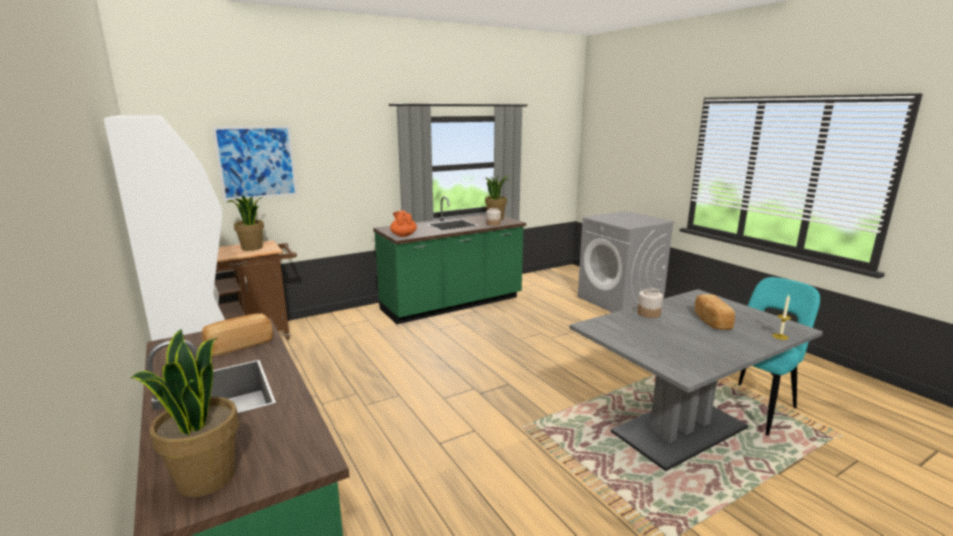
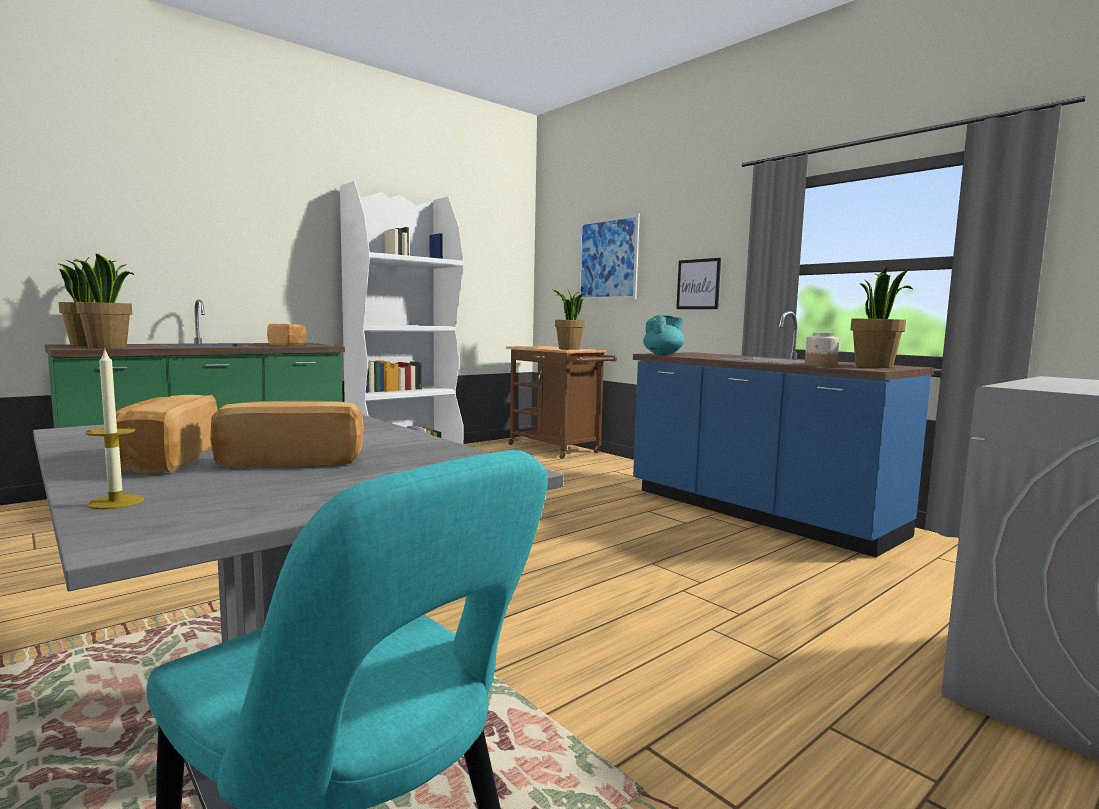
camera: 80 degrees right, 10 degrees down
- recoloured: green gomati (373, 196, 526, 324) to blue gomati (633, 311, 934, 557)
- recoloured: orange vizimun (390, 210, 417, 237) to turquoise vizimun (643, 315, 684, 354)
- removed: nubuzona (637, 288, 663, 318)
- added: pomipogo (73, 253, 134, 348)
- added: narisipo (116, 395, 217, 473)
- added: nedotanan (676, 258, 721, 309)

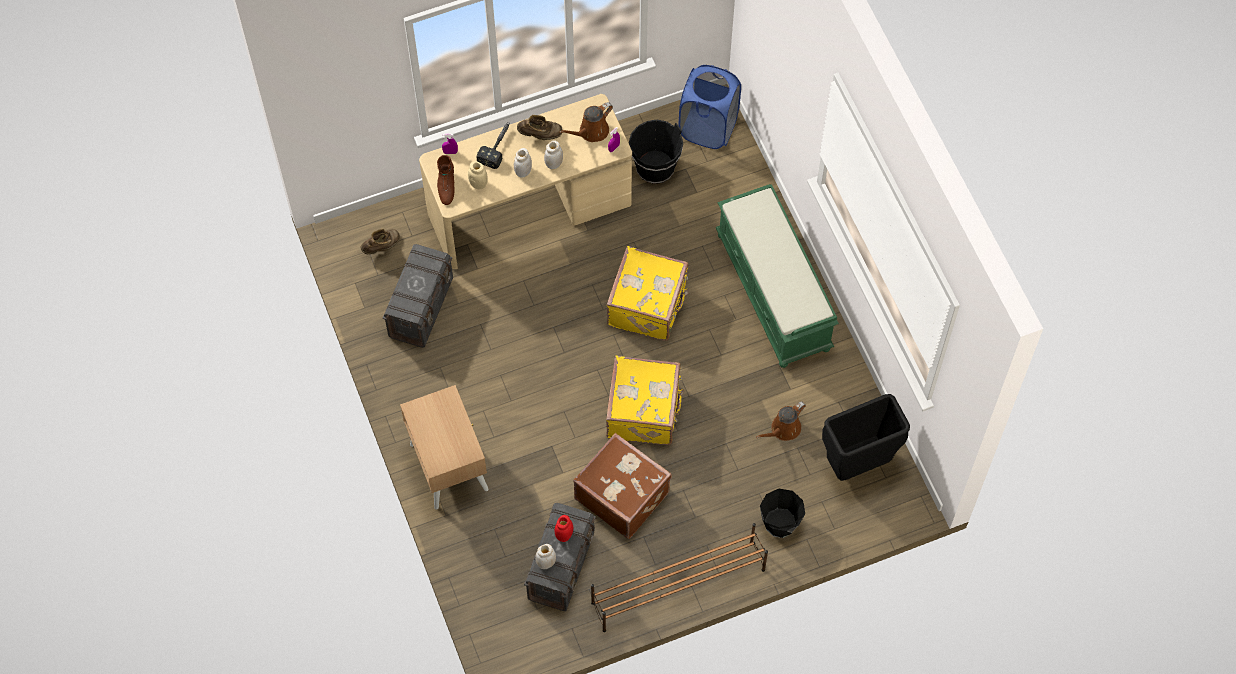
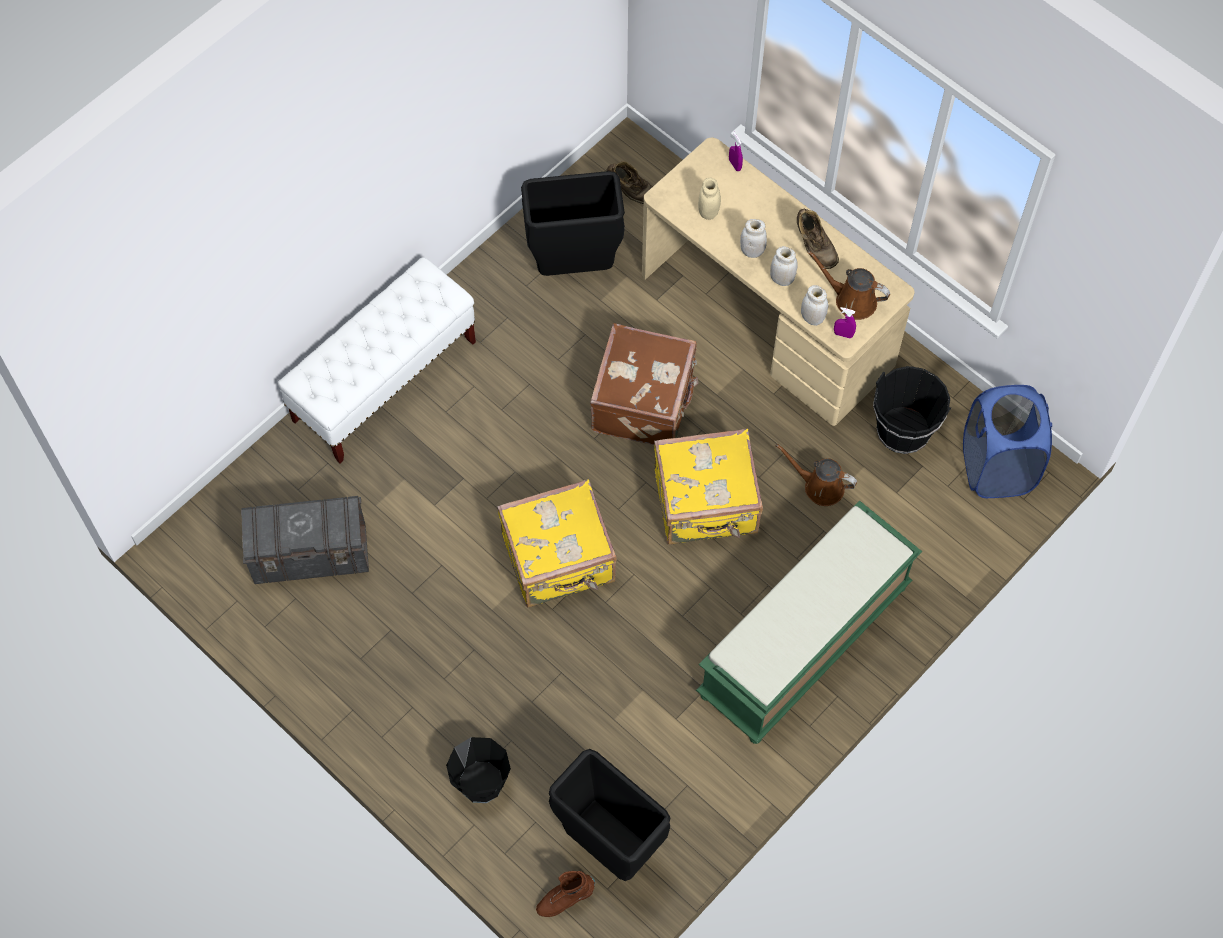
camera: 65 degrees right, 0 degrees up
- replaced: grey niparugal (383, 244, 453, 348) to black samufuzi (521, 171, 625, 276)
- replaced: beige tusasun (400, 385, 489, 510) to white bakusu (278, 257, 476, 463)
- moved: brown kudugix (437, 155, 455, 205) to (536, 871, 595, 917)
- removed: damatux (476, 122, 510, 169)
- moved: white nubuzona (535, 544, 556, 569) to (801, 285, 828, 326)
- removed: red nubuzona (555, 515, 573, 542)
- moved: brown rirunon (573, 433, 672, 539) to (590, 323, 699, 445)
- removed: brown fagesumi (591, 523, 768, 632)
- moved: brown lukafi (756, 401, 806, 441) to (776, 444, 857, 506)

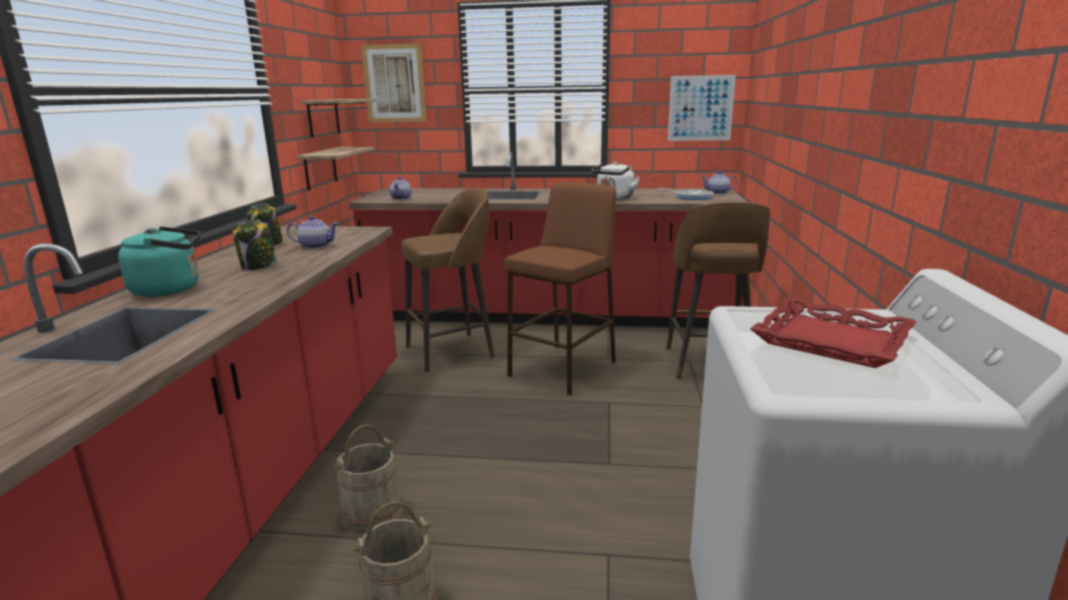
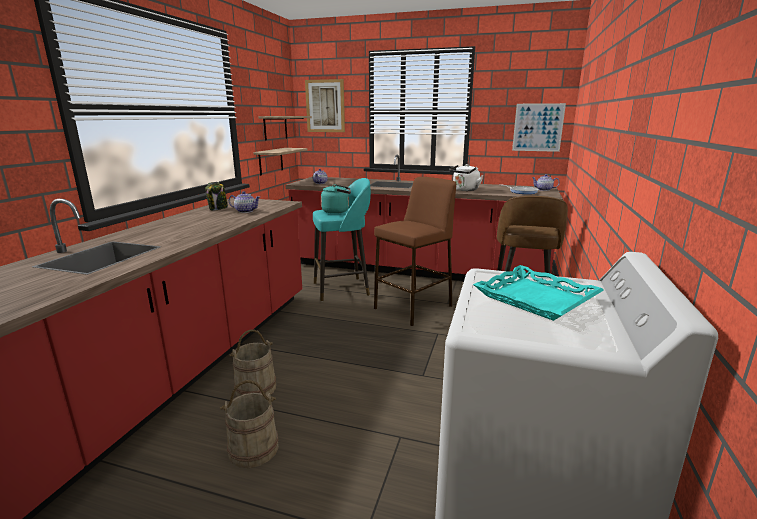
camera: 10 degrees right, 0 degrees up
- moved: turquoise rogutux (118, 227, 201, 297) to (321, 184, 351, 213)
- removed: nubuzona (232, 219, 277, 271)
- recoloured: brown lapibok (402, 187, 495, 372) to turquoise lapibok (313, 178, 371, 301)
- recoloured: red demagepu (750, 297, 917, 368) to turquoise demagepu (473, 265, 604, 321)

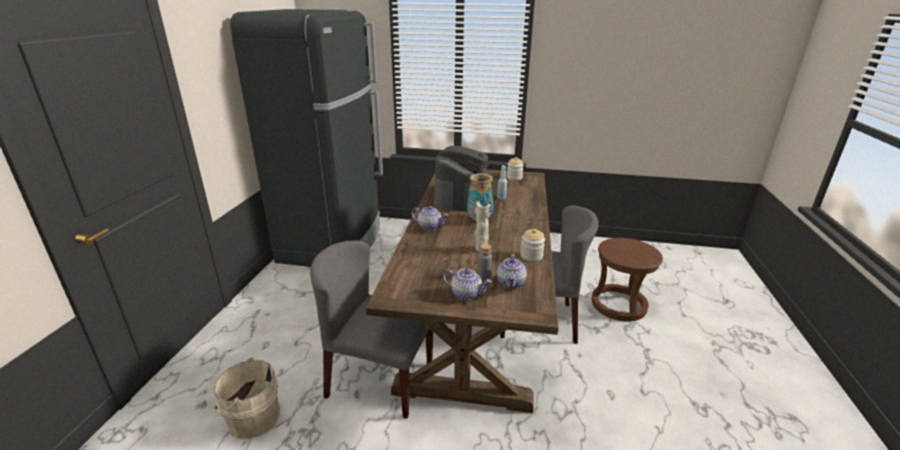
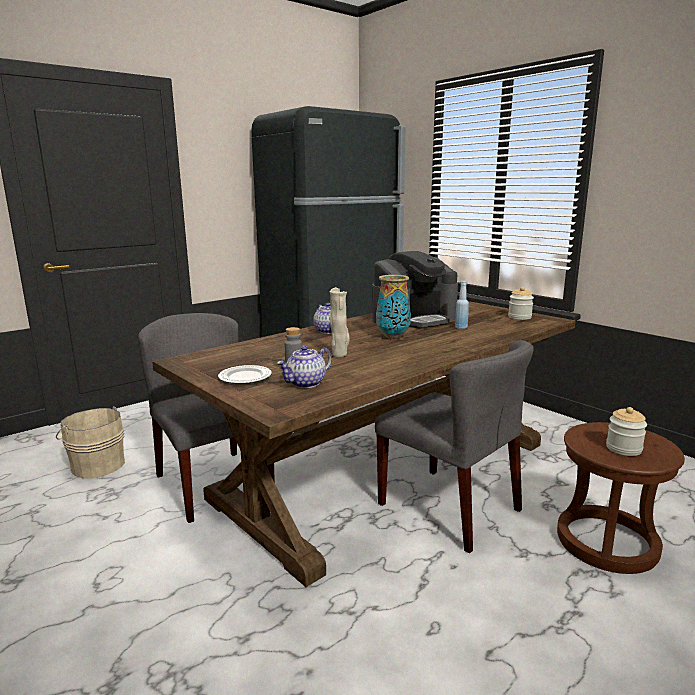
camera: 40 degrees right, 10 degrees down
- replaced: vizimun (443, 269, 492, 300) to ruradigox (218, 365, 272, 384)
- moved: nubuzona (521, 229, 545, 262) to (606, 407, 647, 456)

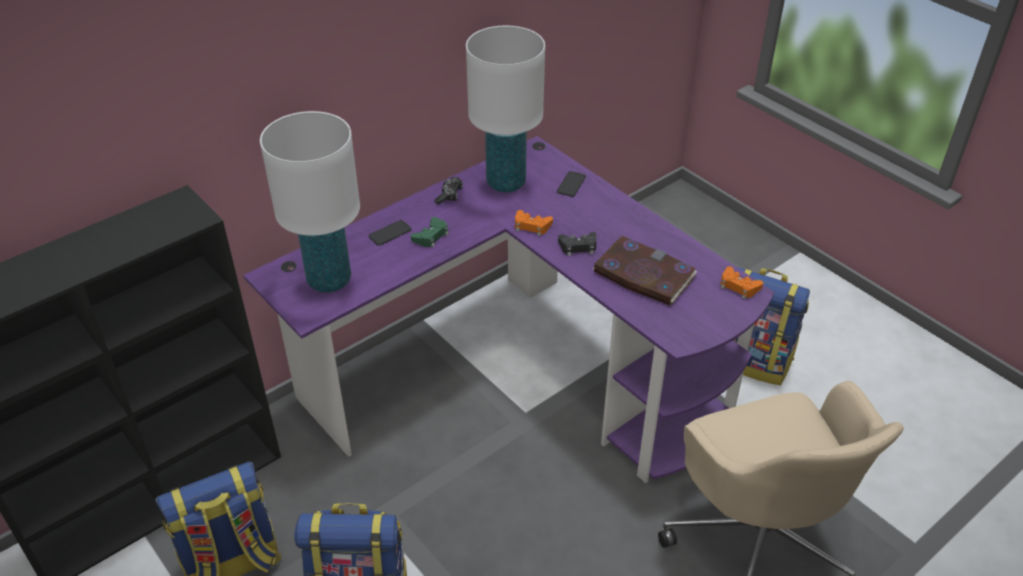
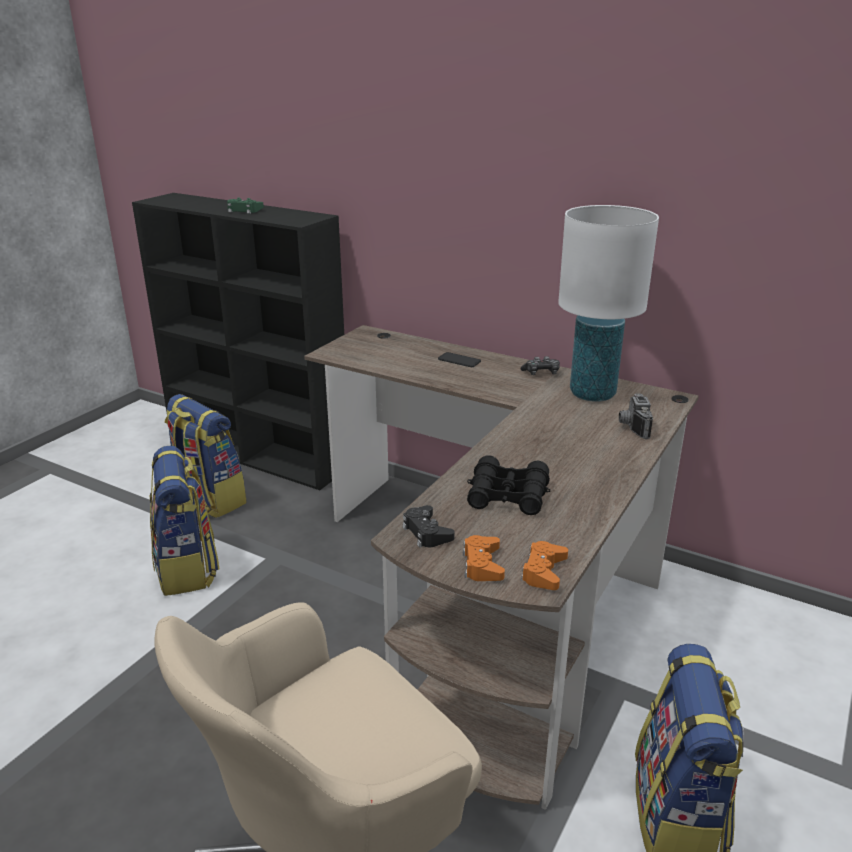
camera: 70 degrees right, 15 degrees down
- recoloured: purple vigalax (243, 136, 774, 483) to brown vigalax (304, 325, 699, 810)
- removed: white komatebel (260, 111, 360, 293)
- moved: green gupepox (411, 217, 449, 248) to (227, 198, 264, 214)
- moved: orange gupepox (515, 210, 553, 236) to (463, 535, 505, 581)
- replaced: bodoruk (557, 171, 586, 197) to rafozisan (619, 393, 653, 439)
- moved: black gupepox (558, 232, 597, 256) to (402, 505, 455, 548)
- replaced: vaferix (593, 236, 698, 306) to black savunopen (467, 455, 550, 515)

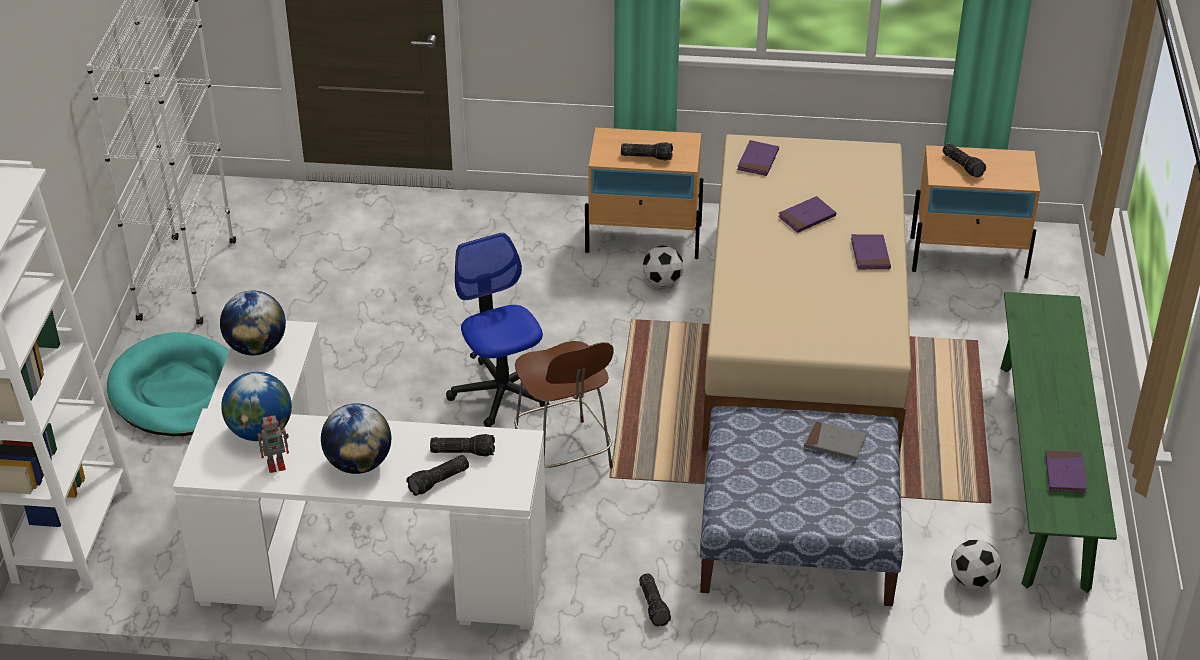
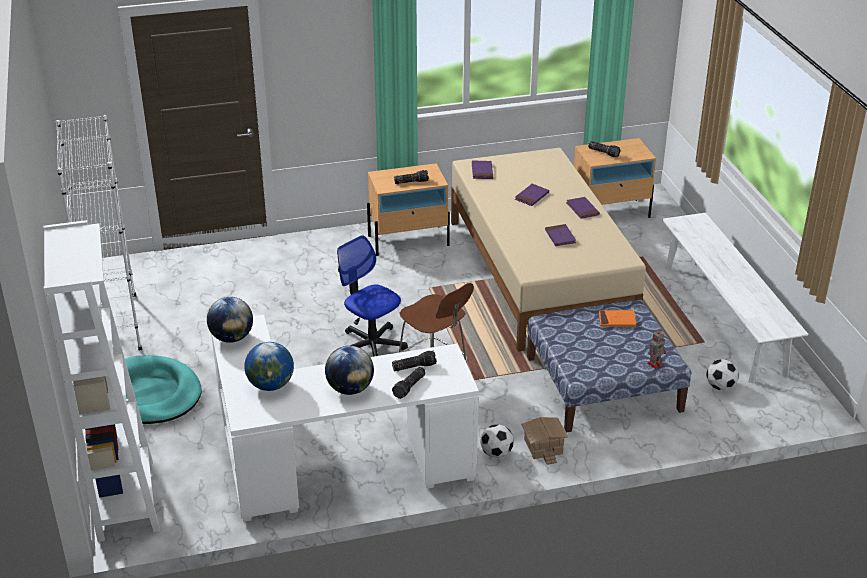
camera: 20 degrees left, 5 degrees down
- moved: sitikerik (257, 413, 289, 473) to (647, 329, 666, 369)
- replaced: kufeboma (639, 573, 671, 627) to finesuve (521, 417, 568, 465)
- moved: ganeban (643, 245, 683, 287) to (480, 424, 514, 458)
- recoloured: grey vaferix (804, 421, 866, 460) to orange vaferix (599, 310, 636, 327)
- recoloured: green bakusu (1000, 292, 1117, 593) to white bakusu (662, 213, 809, 384)
- moved: purple vaferix (1045, 450, 1087, 493) to (545, 224, 576, 246)

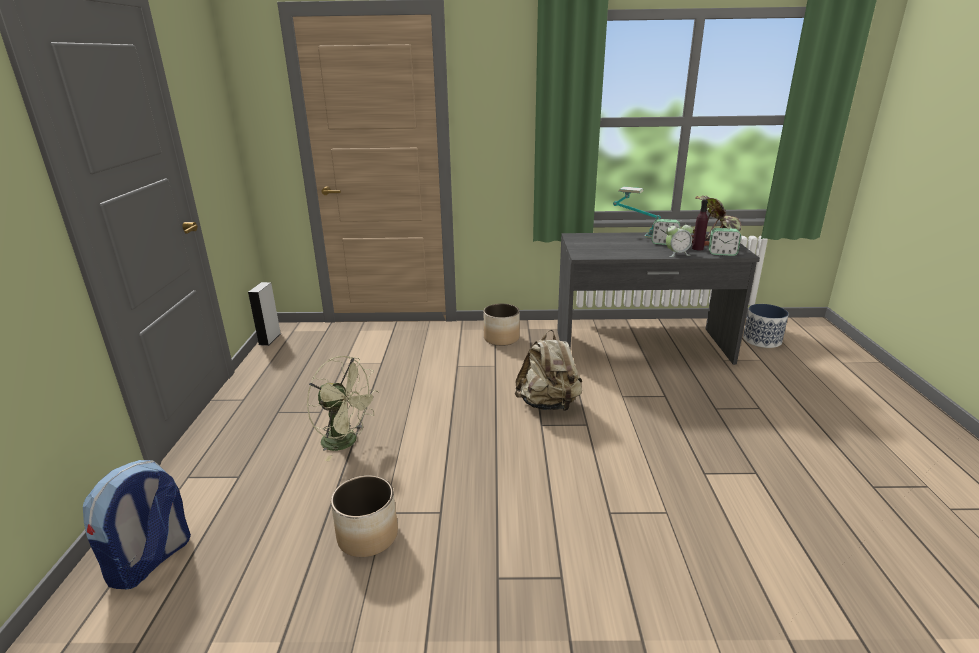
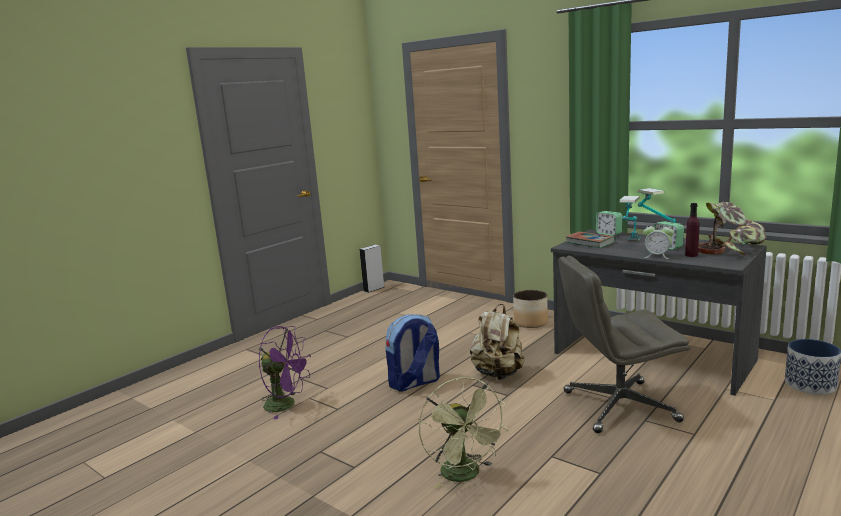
camera: 40 degrees right, 10 degrees down
- moved: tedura (83, 460, 191, 589) to (386, 314, 440, 391)
- moved: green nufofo (307, 356, 379, 461) to (419, 377, 508, 489)
- replaced: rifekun (331, 475, 398, 557) to purple nufofo (259, 326, 311, 420)
- moved: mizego (709, 228, 741, 256) to (596, 211, 623, 236)
- added: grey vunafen (559, 256, 690, 433)
- added: vaferix (566, 232, 615, 248)
- added: komatebel (619, 196, 641, 241)

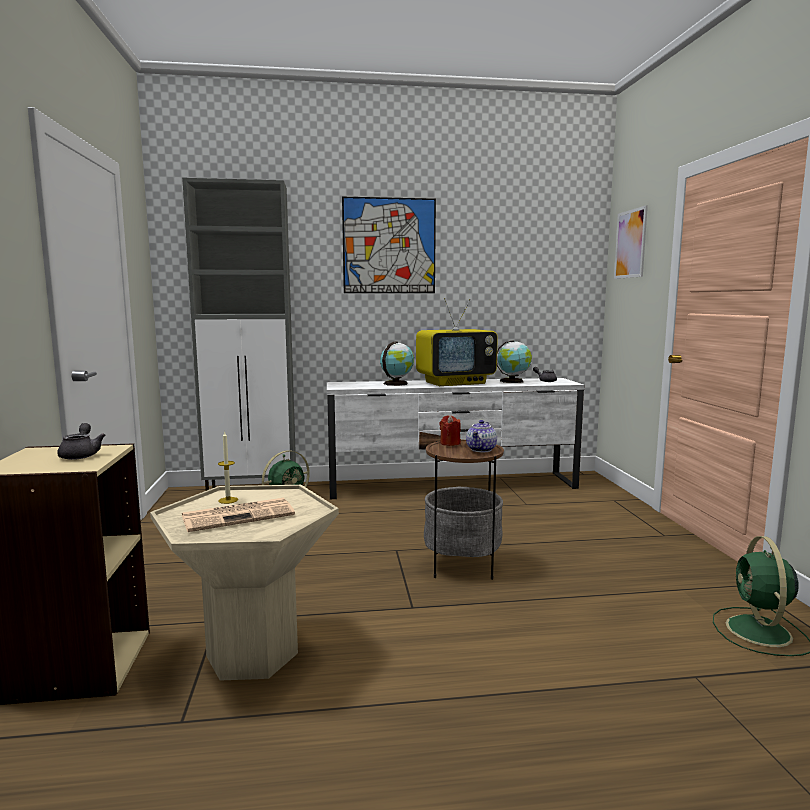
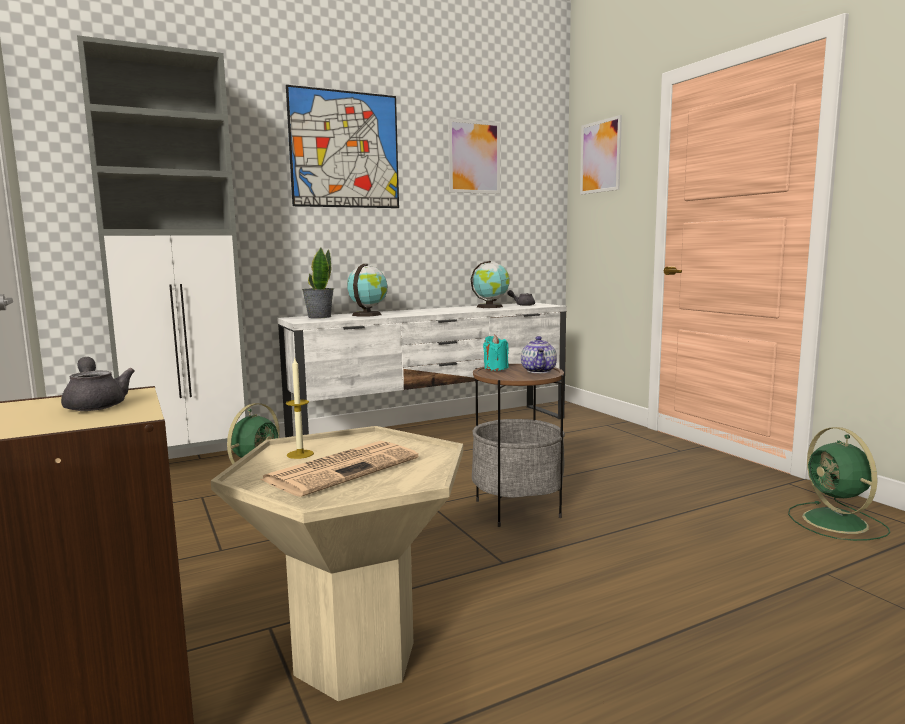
camera: 20 degrees left, 0 degrees up
- removed: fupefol (416, 298, 498, 386)
- recoloured: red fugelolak (439, 415, 461, 446) to turquoise fugelolak (483, 335, 509, 371)
- added: pomipogo (302, 248, 334, 318)
- added: nedotanan (448, 118, 500, 194)

